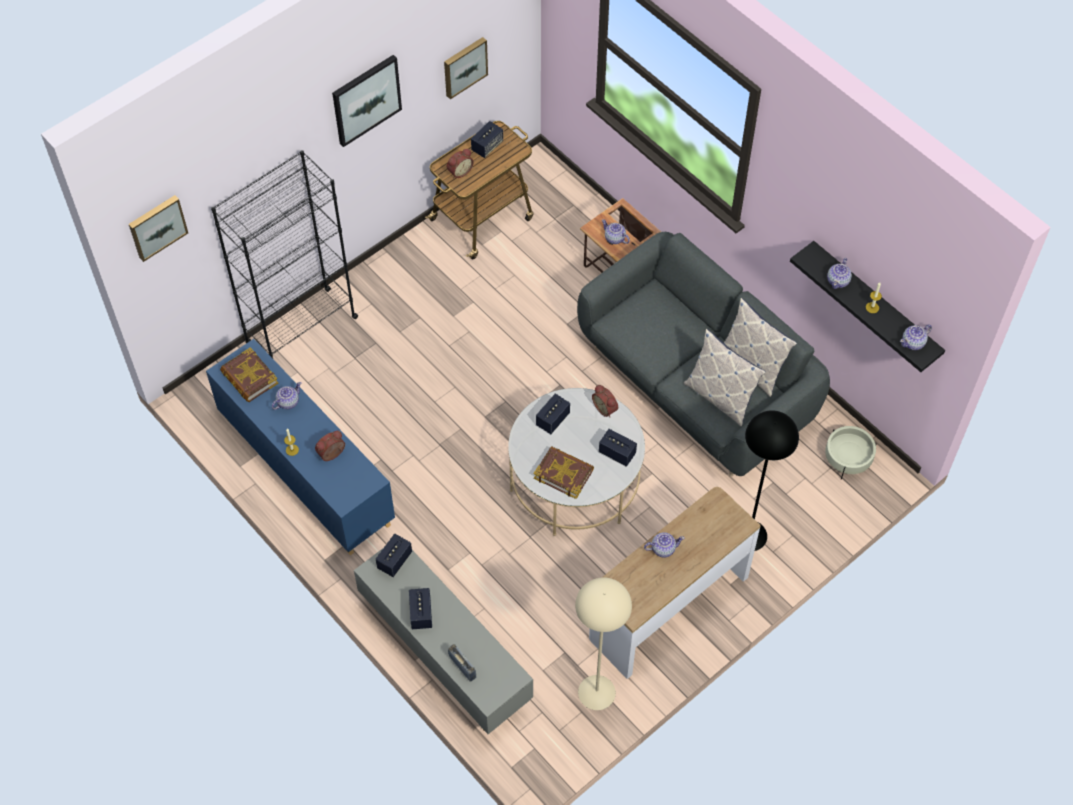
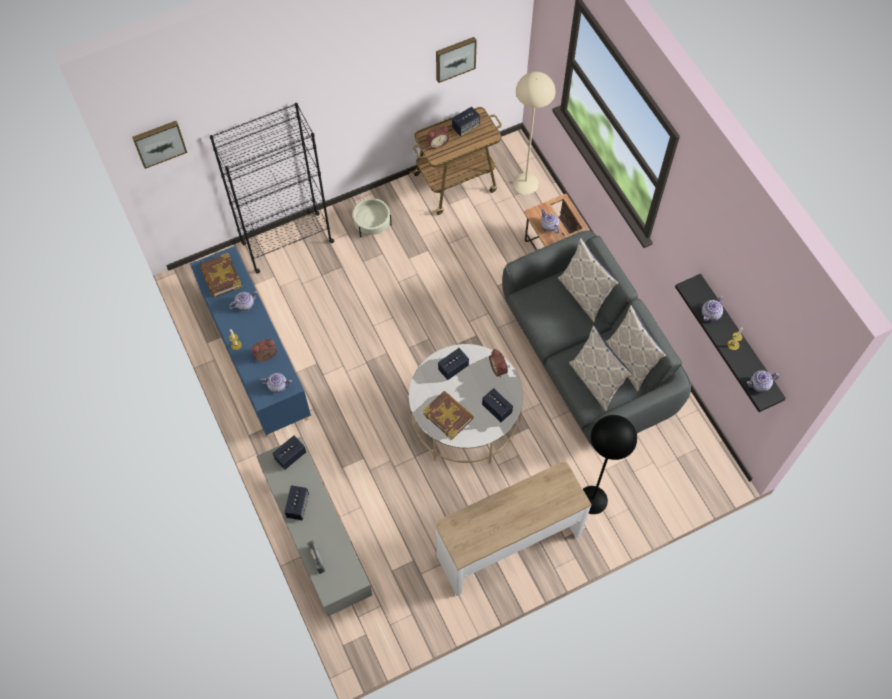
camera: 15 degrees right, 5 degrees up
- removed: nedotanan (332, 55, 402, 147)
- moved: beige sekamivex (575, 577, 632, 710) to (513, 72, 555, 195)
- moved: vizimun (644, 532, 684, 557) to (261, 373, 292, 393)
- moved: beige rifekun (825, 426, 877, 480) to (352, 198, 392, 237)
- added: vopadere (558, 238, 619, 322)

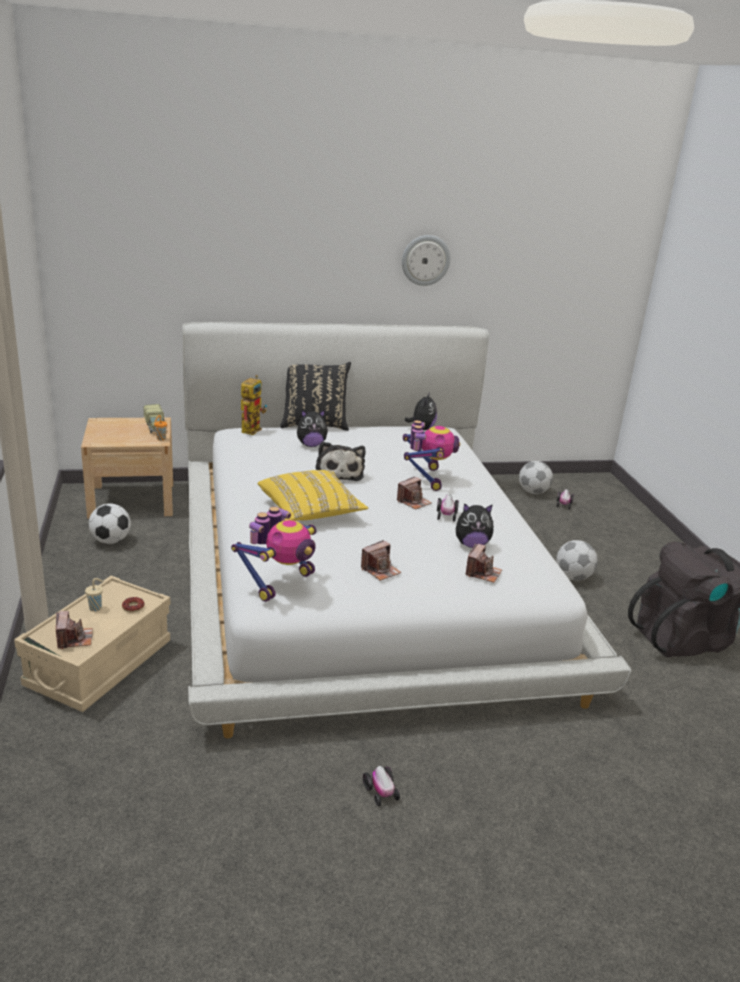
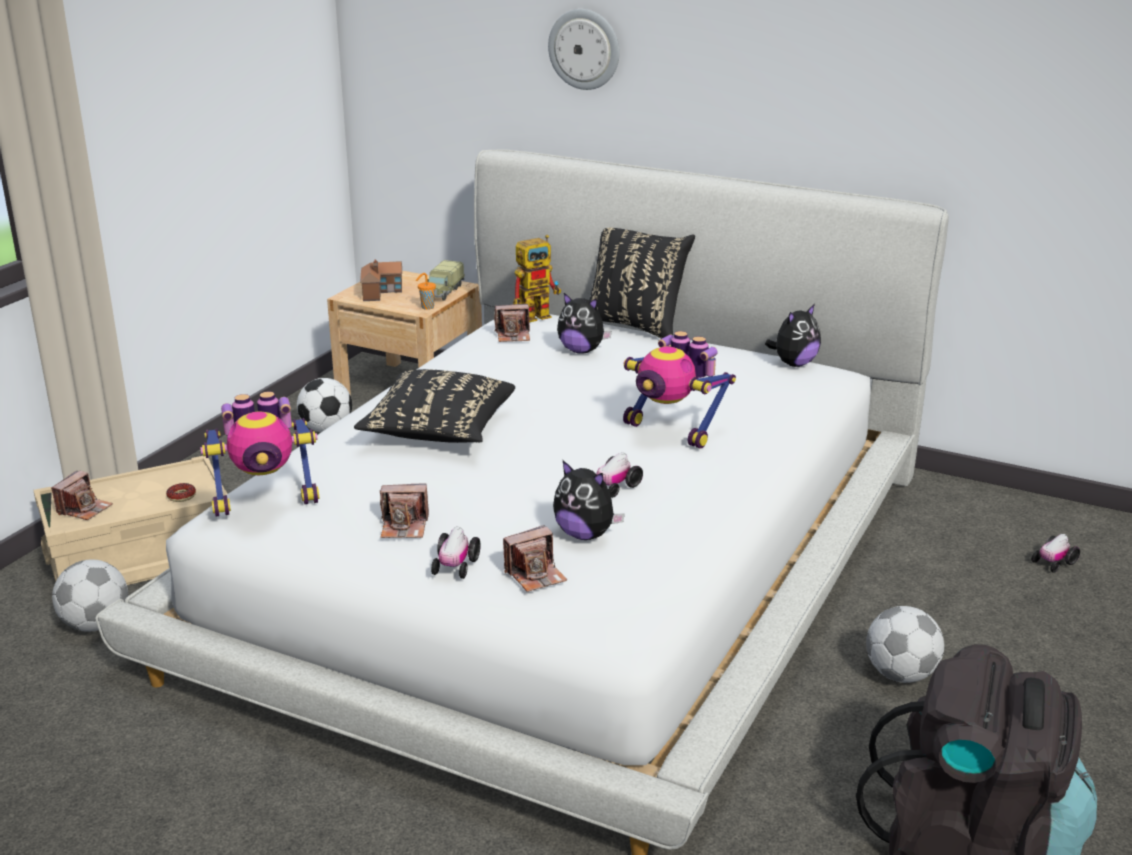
camera: 40 degrees right, 0 degrees up
- removed: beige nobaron (85, 578, 103, 611)
- recoloured: yellow vopadere (258, 470, 368, 521) to black vopadere (354, 369, 515, 443)
- removed: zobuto (316, 441, 366, 481)
- moved: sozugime (363, 766, 400, 806) to (431, 527, 481, 579)
- moved: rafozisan (397, 476, 432, 509) to (494, 304, 530, 342)
- moved: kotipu (402, 235, 451, 286) to (548, 9, 620, 90)
- turned: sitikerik (403, 420, 460, 491) = (623, 331, 736, 449) 90 degrees clockwise
- moved: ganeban (519, 461, 553, 494) to (52, 559, 128, 632)
- added: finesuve (360, 260, 402, 301)

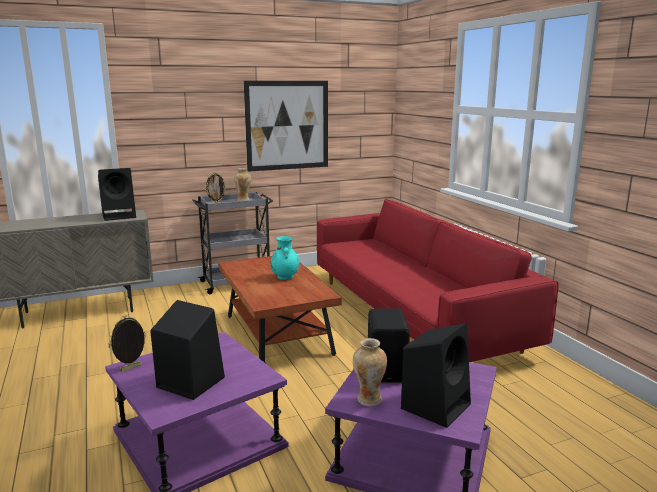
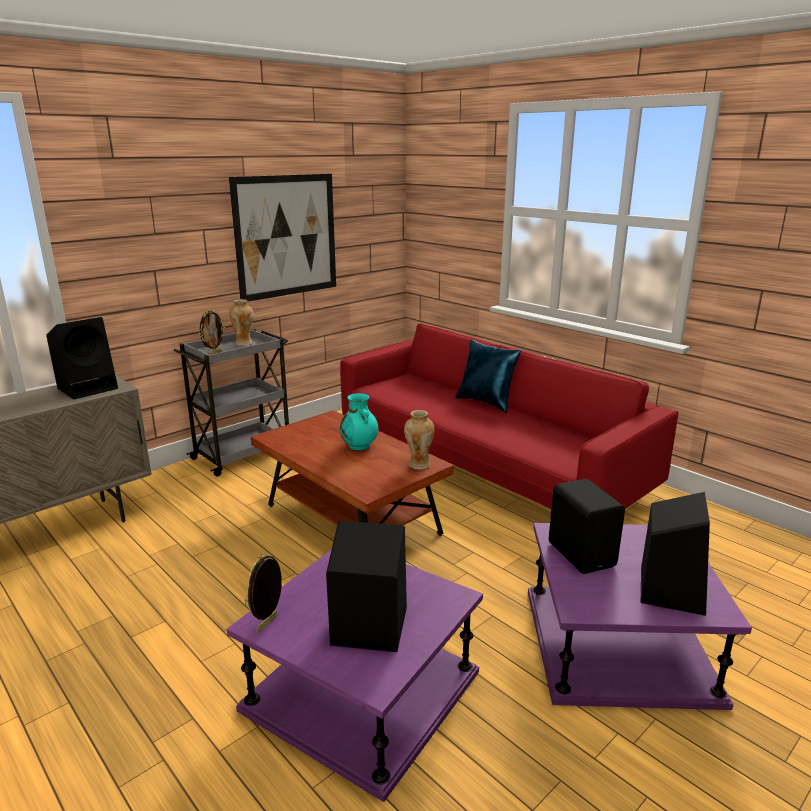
camera: 20 degrees left, 5 degrees up
- moved: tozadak (353, 338, 387, 406) to (404, 410, 435, 470)
- added: blue vopadere (455, 339, 521, 413)

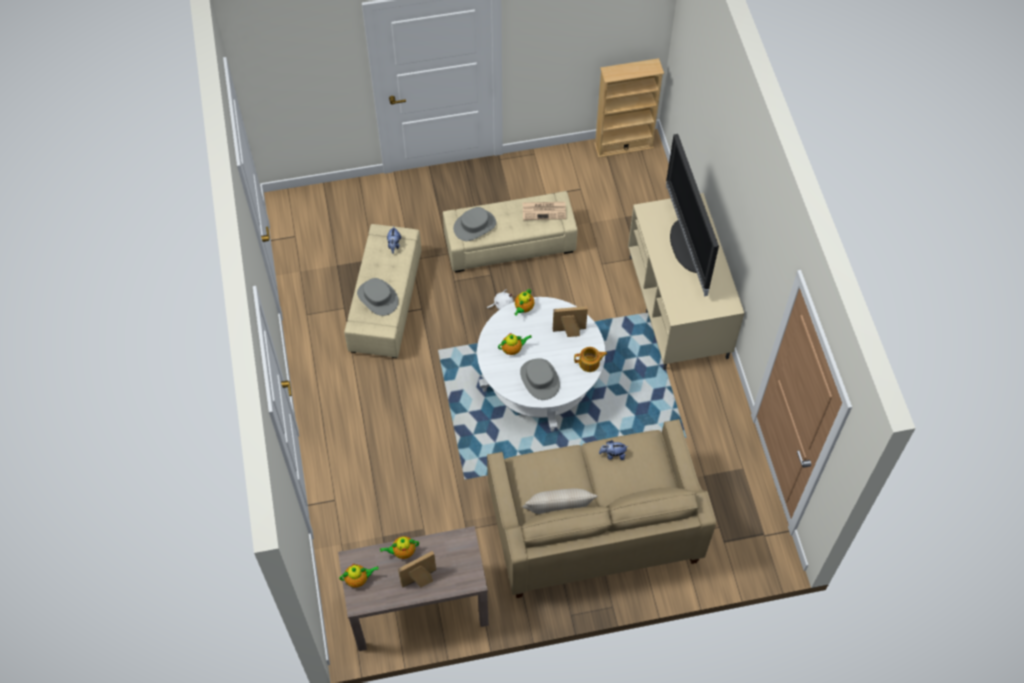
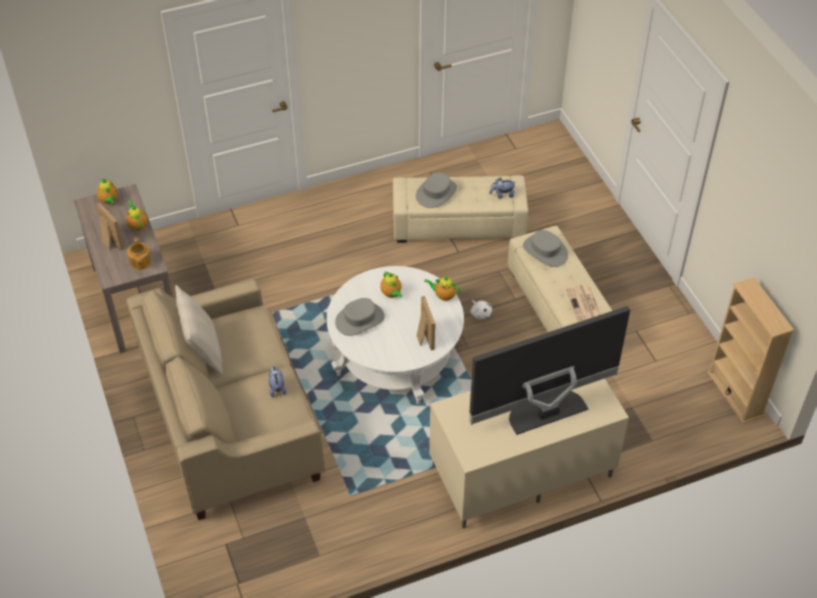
camera: 80 degrees right, 10 degrees down
- moved: vizimun (574, 347, 607, 372) to (127, 237, 152, 270)

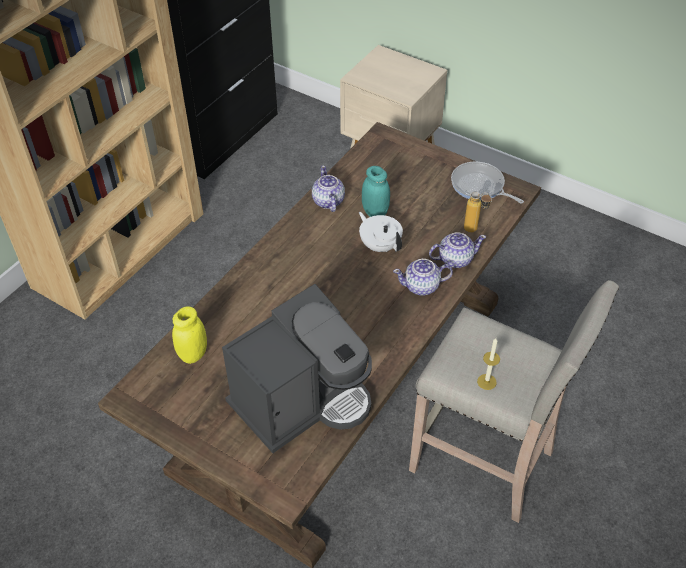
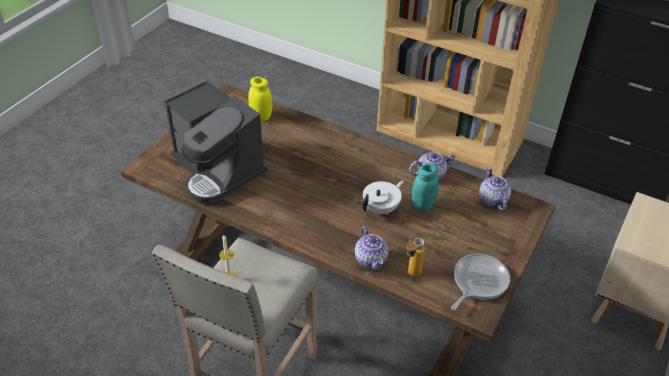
camera: 85 degrees right, 5 degrees down
- moved: vizimun (393, 259, 453, 296) to (479, 167, 511, 211)

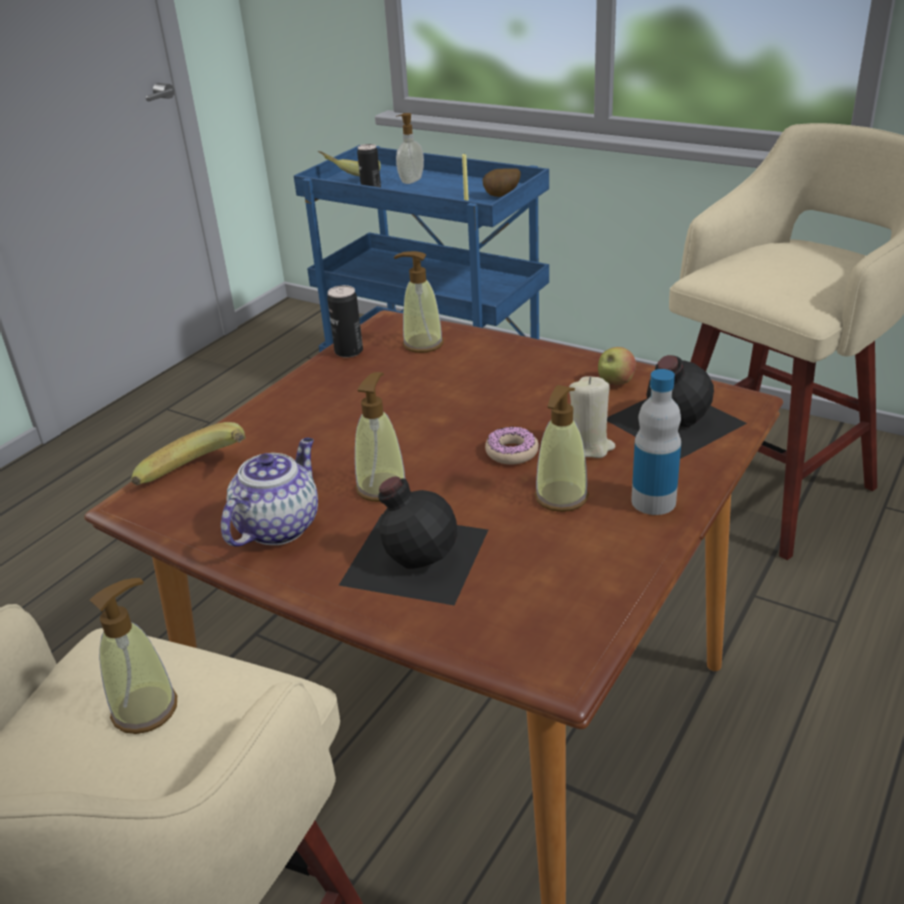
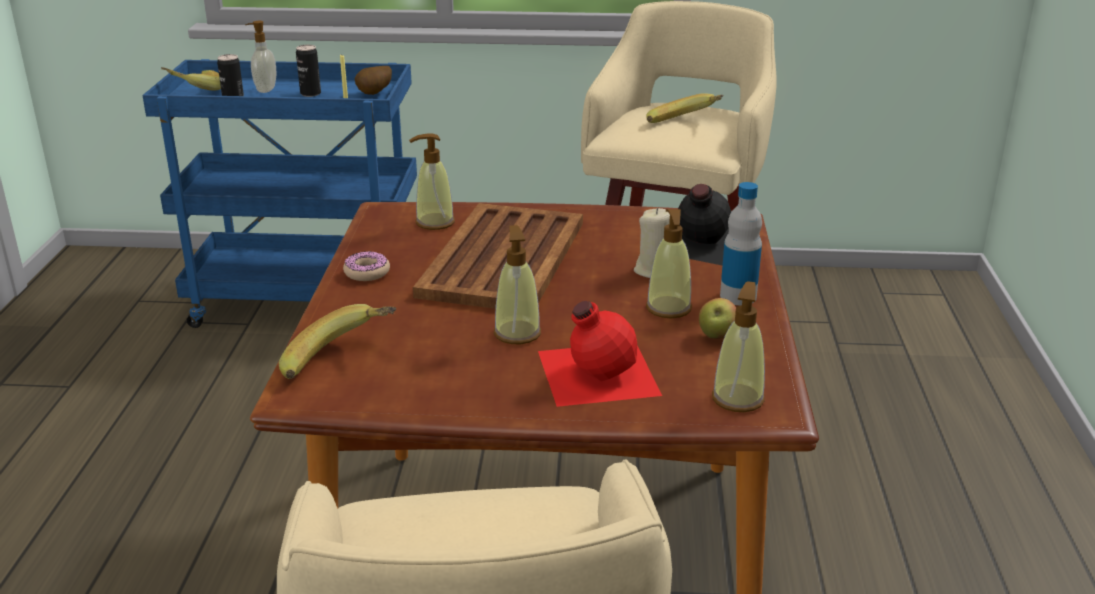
camera: 30 degrees left, 5 degrees down
- moved: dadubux (90, 578, 177, 734) to (712, 281, 765, 412)
- removed: vizimun (221, 438, 318, 547)
- moved: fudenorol (327, 285, 363, 358) to (296, 45, 321, 97)
- recoloured: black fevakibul (339, 476, 488, 605) to red fevakibul (538, 301, 662, 407)
- moved: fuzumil (485, 426, 539, 465) to (343, 251, 390, 281)
- moved: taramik (598, 347, 636, 385) to (699, 298, 736, 339)
- added: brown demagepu (413, 203, 583, 309)
- added: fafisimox (646, 93, 724, 123)

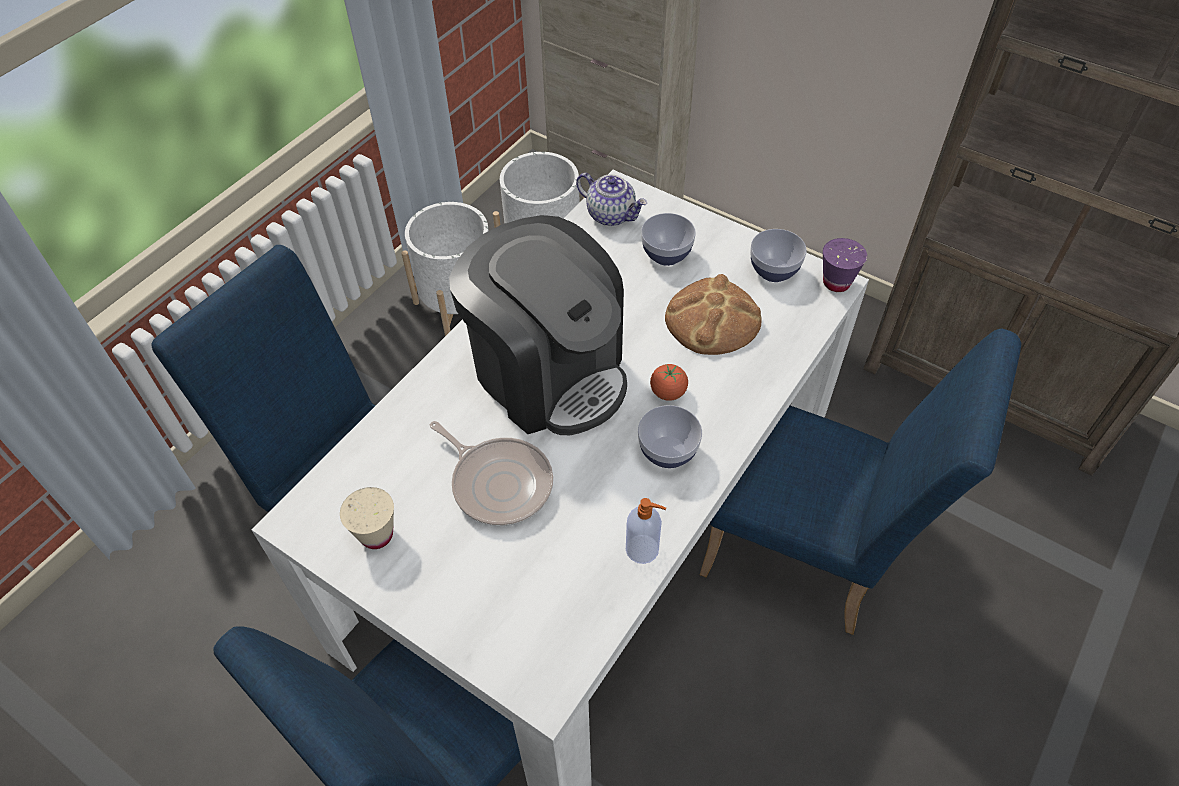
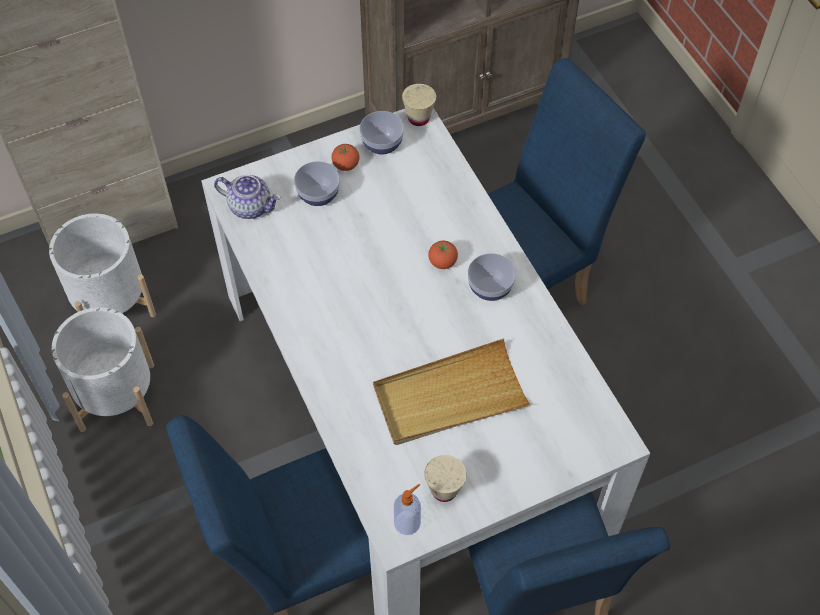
camera: 60 degrees left, 5 degrees up
- replaced: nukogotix (430, 421, 553, 526) to beige demagepu (373, 339, 532, 445)
- removed: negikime (449, 215, 627, 435)
- turned: vizimun (576, 173, 647, 226) = (214, 175, 281, 219) 45 degrees clockwise
- moved: dadubux (626, 498, 666, 564) to (394, 484, 421, 535)
- removed: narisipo (665, 274, 761, 355)
- recoloured: purple nobaron (823, 238, 867, 292) to beige nobaron (402, 84, 436, 126)
- added: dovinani (331, 144, 359, 171)

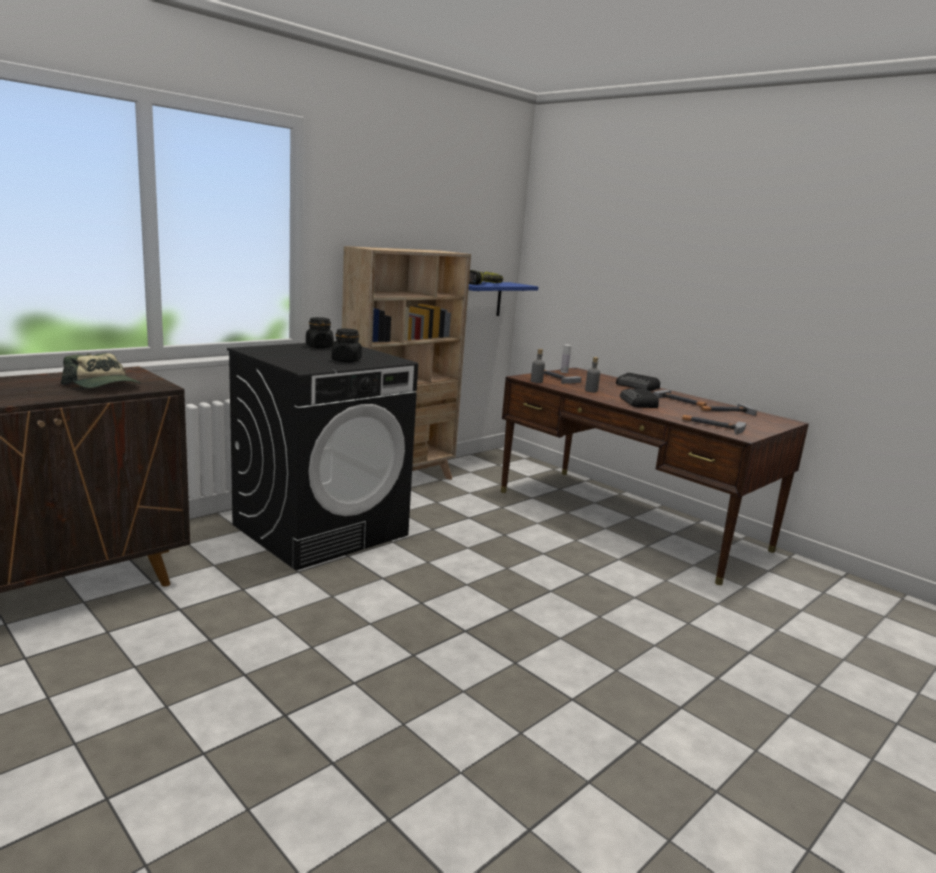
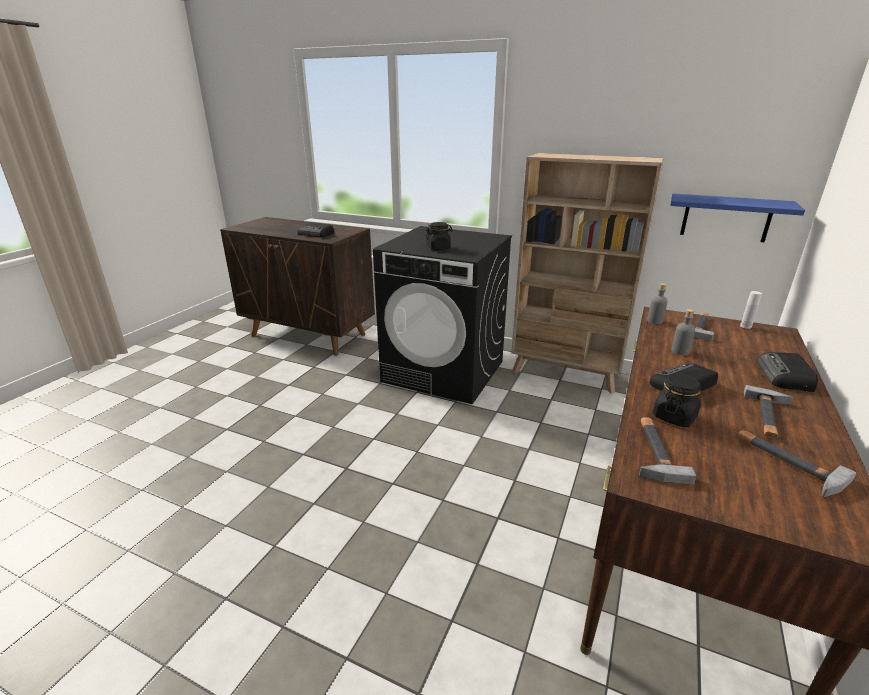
camera: 70 degrees right, 10 degrees up
- replaced: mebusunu (61, 353, 140, 388) to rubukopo (297, 222, 335, 237)
- moved: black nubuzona (306, 317, 334, 348) to (653, 374, 701, 427)
- removed: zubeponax (469, 270, 503, 285)

